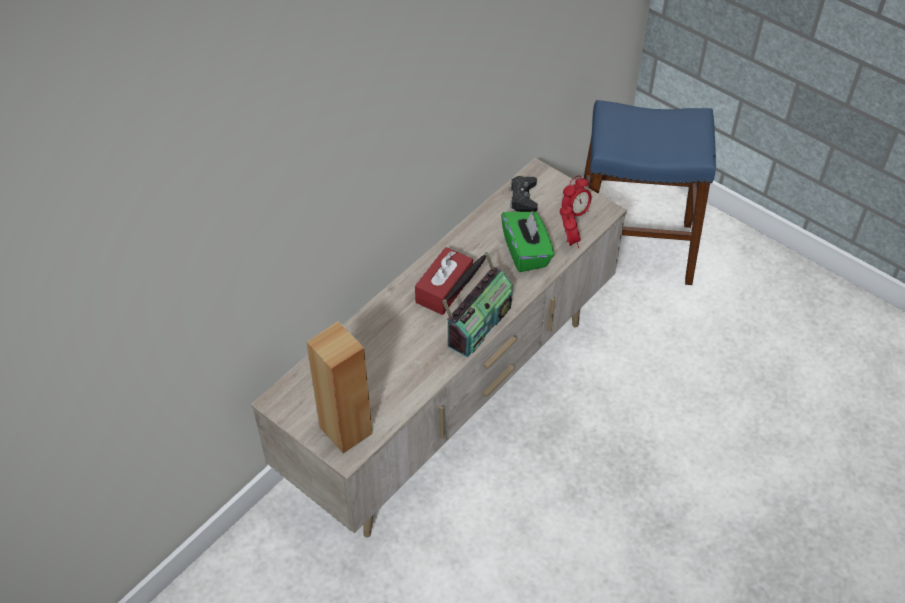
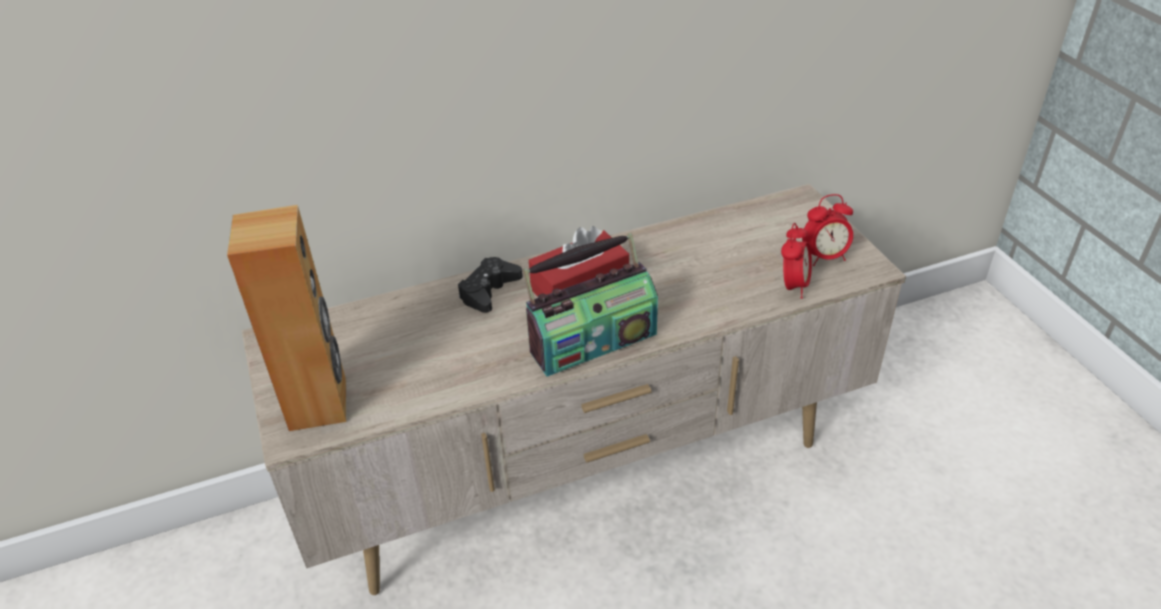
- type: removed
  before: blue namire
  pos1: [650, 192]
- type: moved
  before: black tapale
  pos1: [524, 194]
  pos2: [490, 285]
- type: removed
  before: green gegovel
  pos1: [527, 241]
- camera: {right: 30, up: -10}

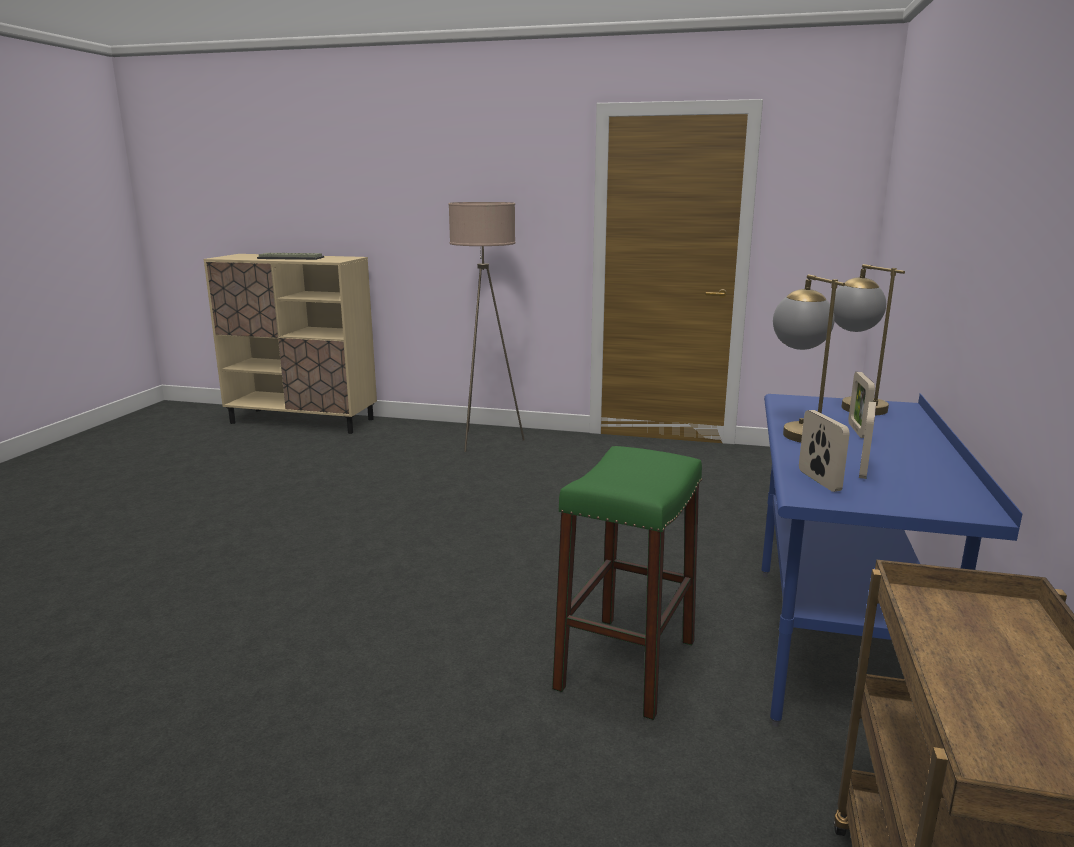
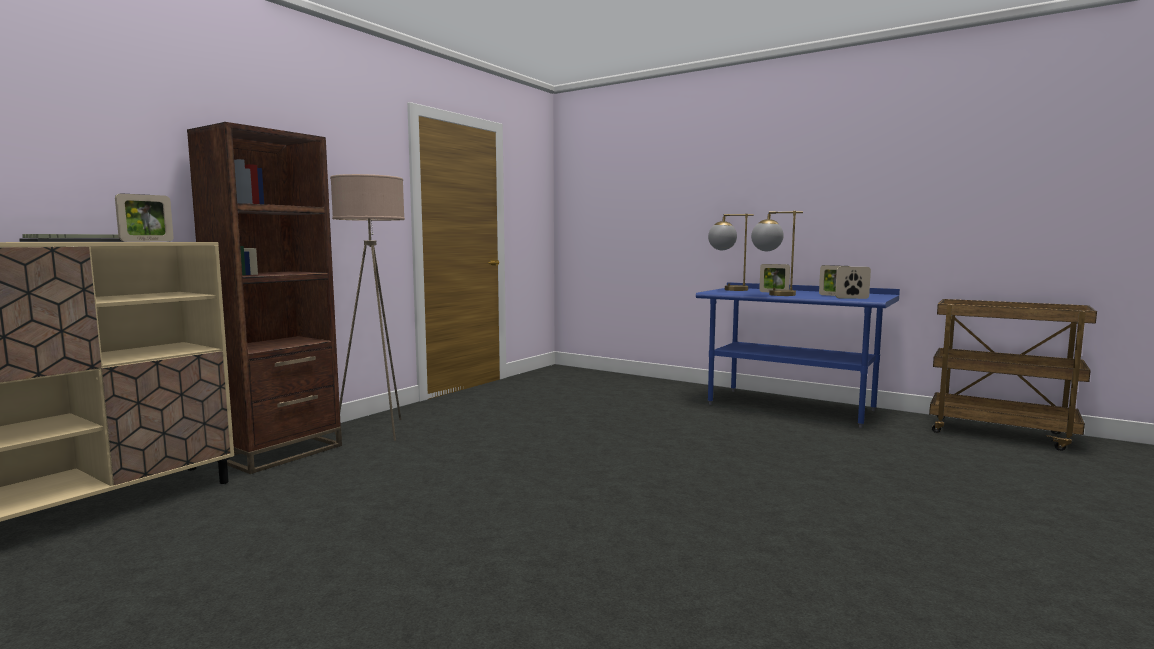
- type: removed
  before: green namire
  pos1: [627, 583]
- type: added
  after: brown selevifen
  pos2: [264, 298]
- type: added
  after: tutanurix
  pos2: [144, 217]
- camera: {right: -70, up: -10}

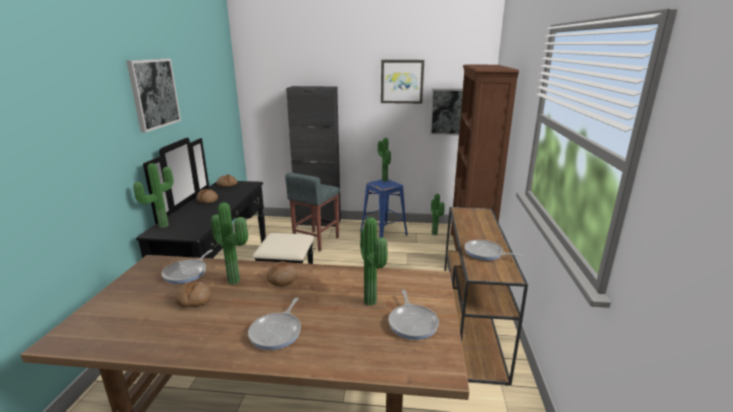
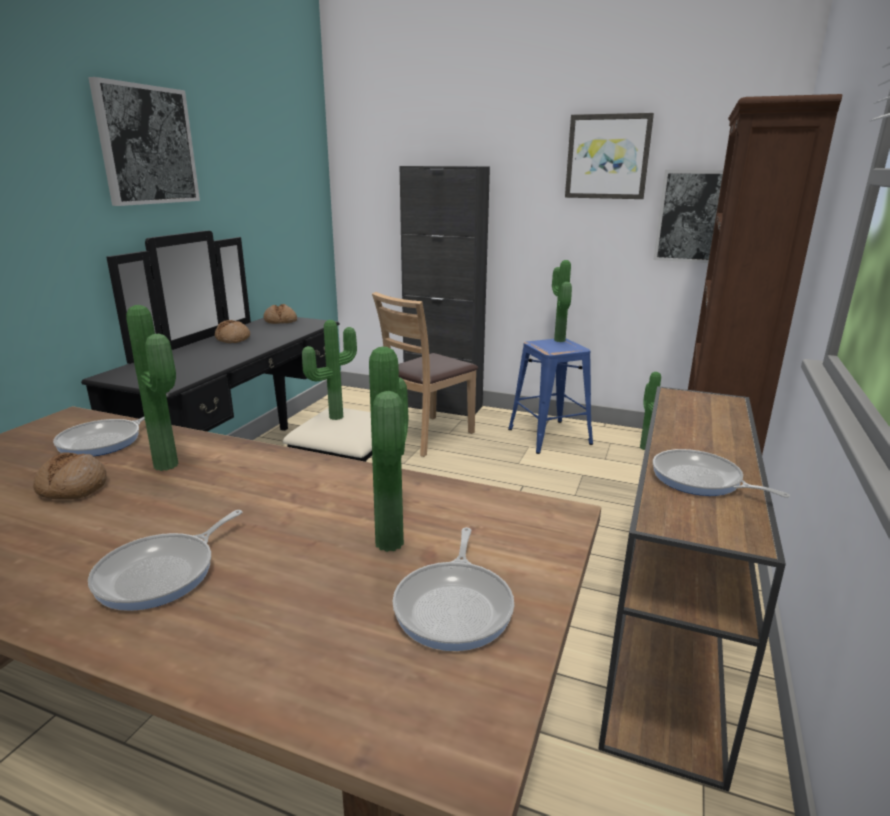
- type: moved
  before: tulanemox
  pos1: [153, 195]
  pos2: [329, 370]
- type: replaced
  before: grey namire
  after: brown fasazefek
  pos1: [312, 212]
  pos2: [425, 374]
- type: removed
  before: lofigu
  pos1: [282, 274]
- camera: {right: 15, up: 0}

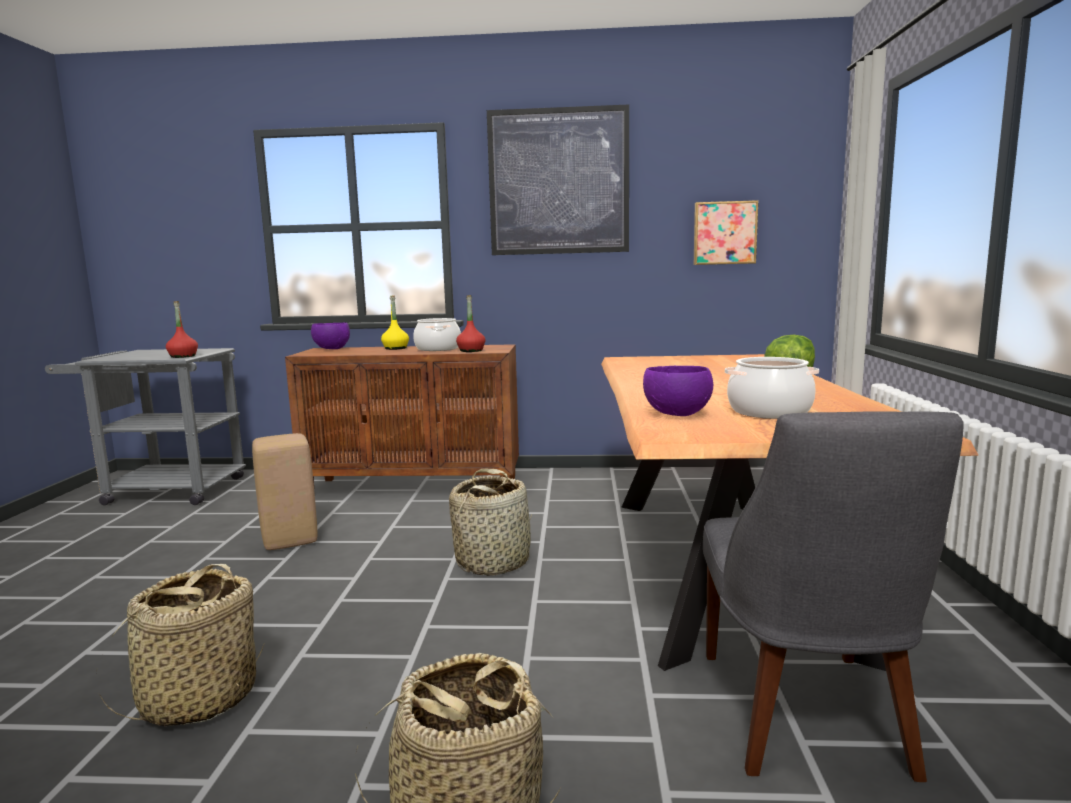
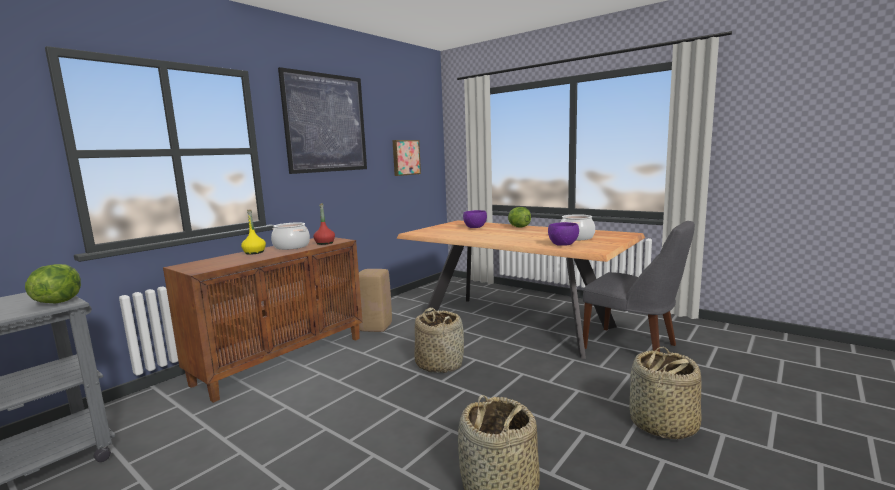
- type: replaced
  before: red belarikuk
  after: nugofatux
  pos1: [182, 329]
  pos2: [53, 283]
- type: moved
  before: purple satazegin
  pos1: [330, 336]
  pos2: [475, 219]
- type: moved
  before: beige namire
  pos1: [284, 491]
  pos2: [375, 300]
- camera: {right: -55, up: 0}

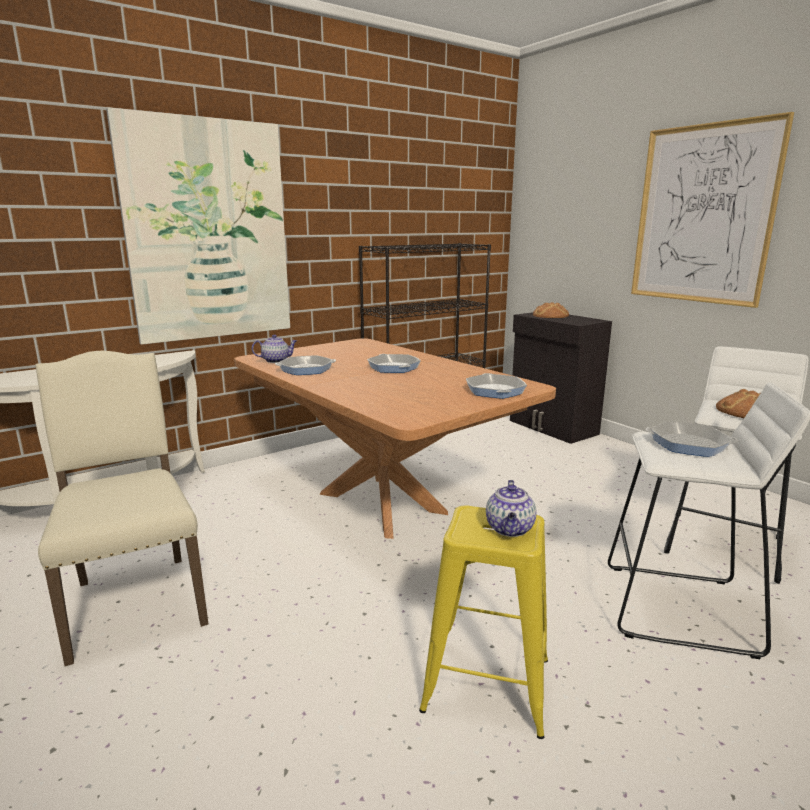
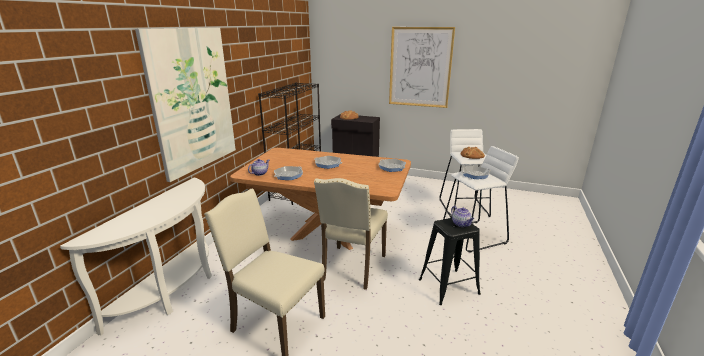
- type: recoloured
  before: yellow namire
  after: black namire
  pos1: [483, 622]
  pos2: [450, 261]
- type: added
  after: beige fasazefek
  pos2: [351, 234]
- camera: {right: -35, up: 5}

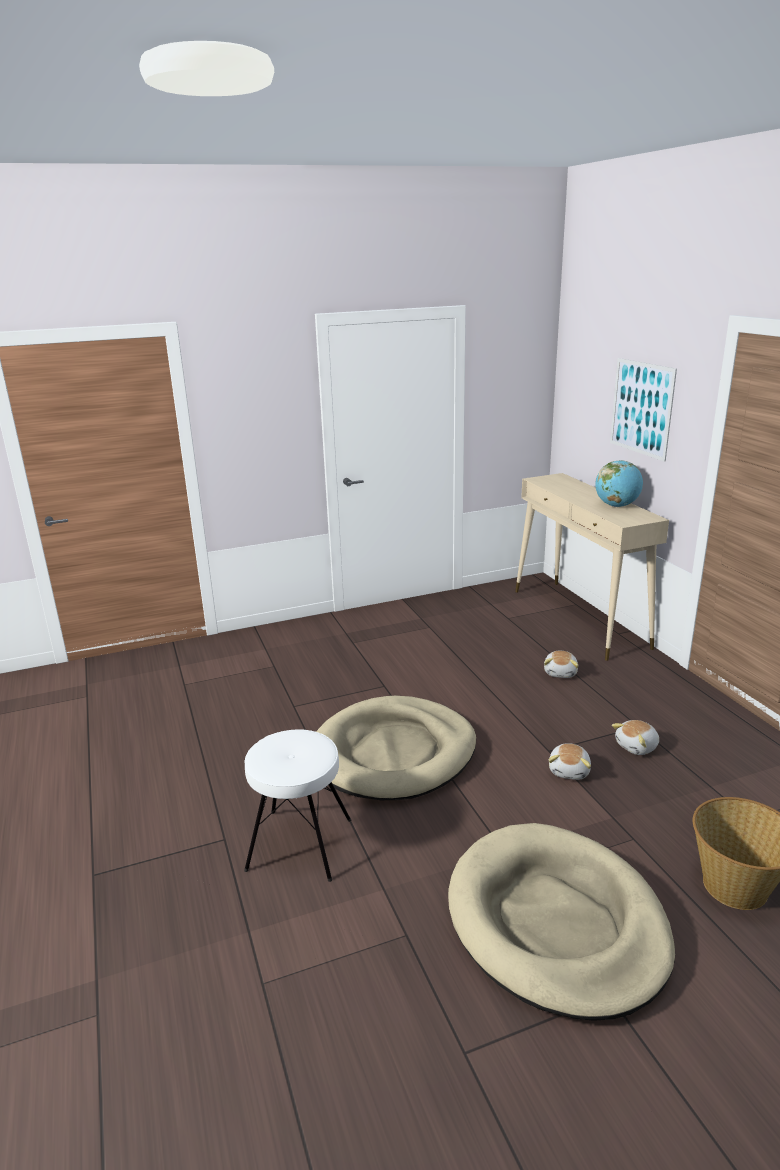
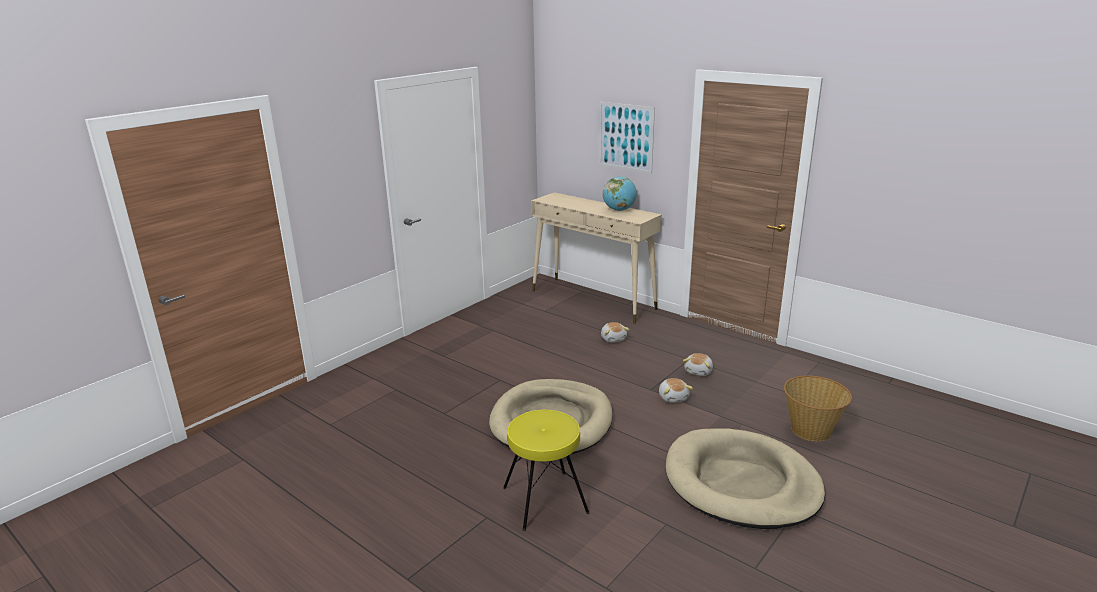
- type: recoloured
  before: white namire
  after: yellow namire
  pos1: [297, 805]
  pos2: [546, 470]
- camera: {right: -30, up: 0}

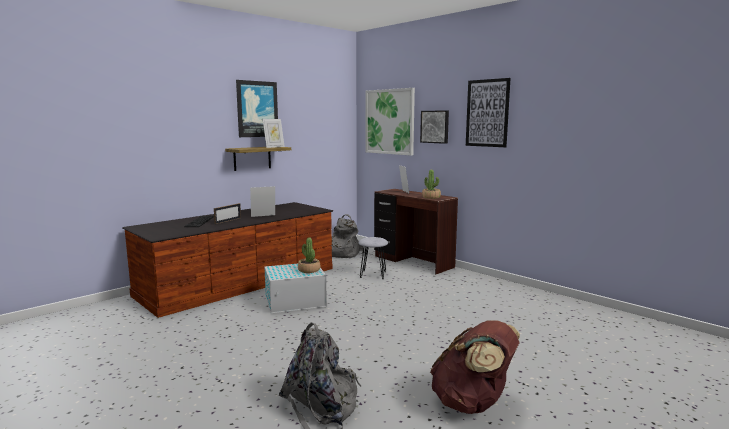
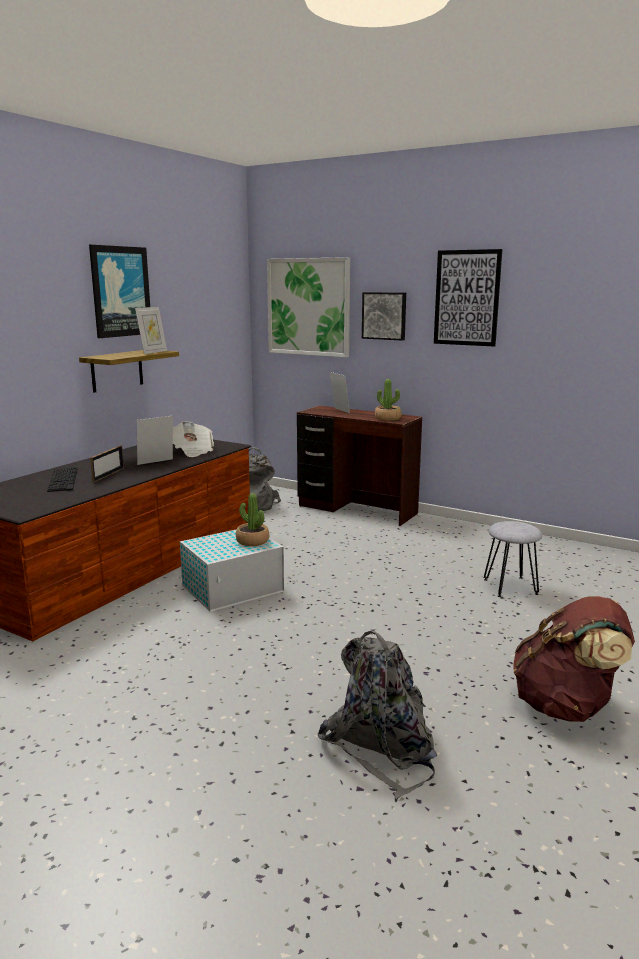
- type: moved
  before: grey namire
  pos1: [373, 258]
  pos2: [513, 559]
- type: added
  after: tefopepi
  pos2: [193, 439]
- camera: {right: -15, up: 5}

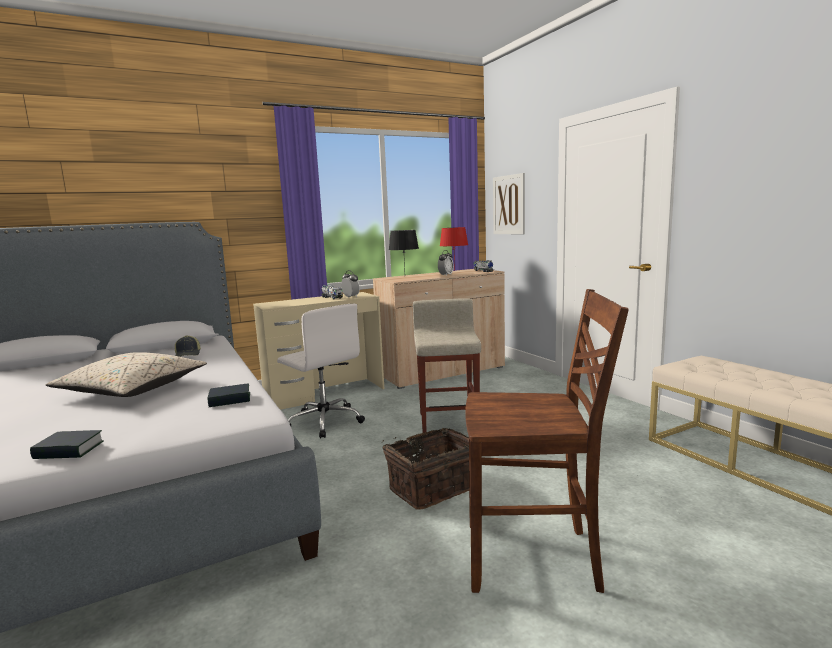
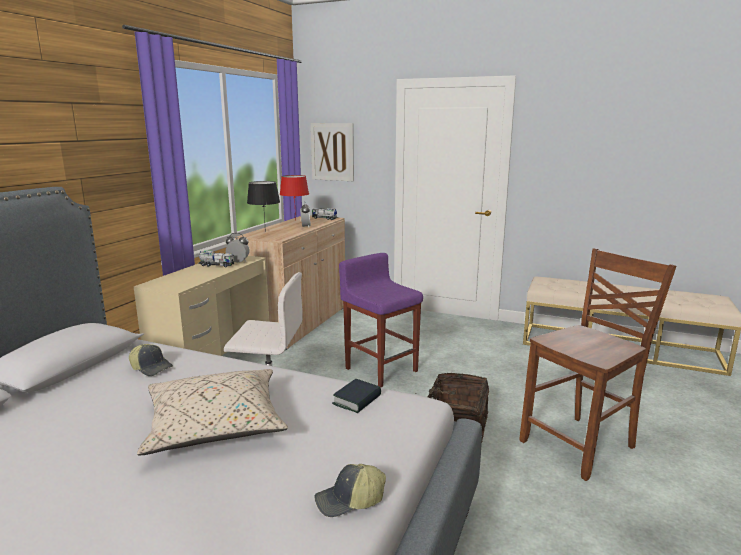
- type: recoloured
  before: beige namire
  after: purple namire
  pos1: [447, 365]
  pos2: [381, 320]
- type: replaced
  before: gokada
  after: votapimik
  pos1: [67, 444]
  pos2: [350, 490]
- camera: {right: -40, up: 5}

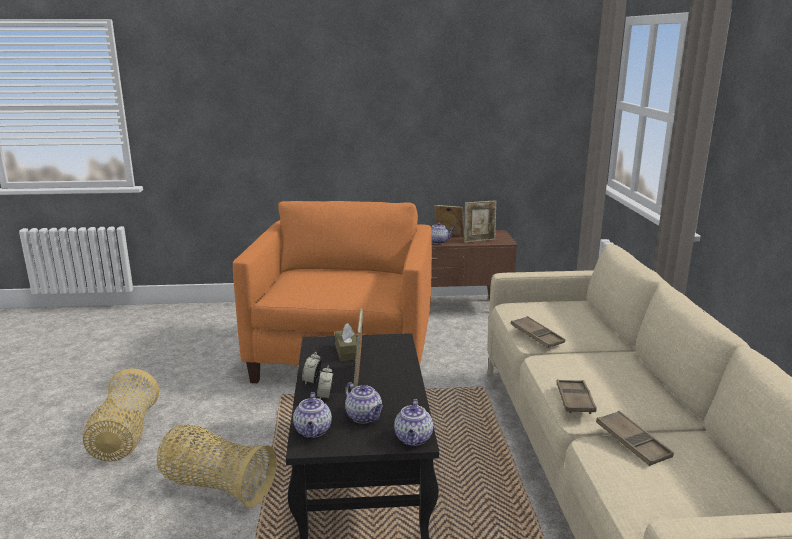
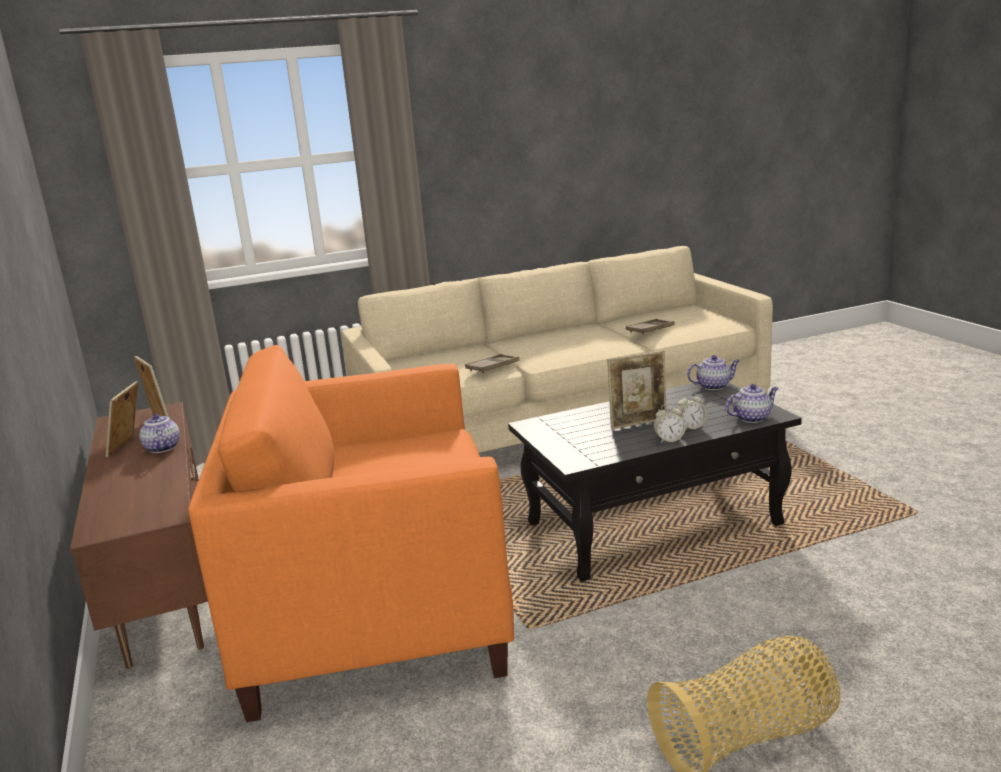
- type: removed
  before: brown gegovel
  pos1: [346, 342]
- type: removed
  before: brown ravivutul
  pos1: [576, 396]
- type: removed
  before: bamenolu
  pos1: [364, 402]
- type: removed
  before: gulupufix
  pos1: [217, 466]
- camera: {right: -105, up: 0}

